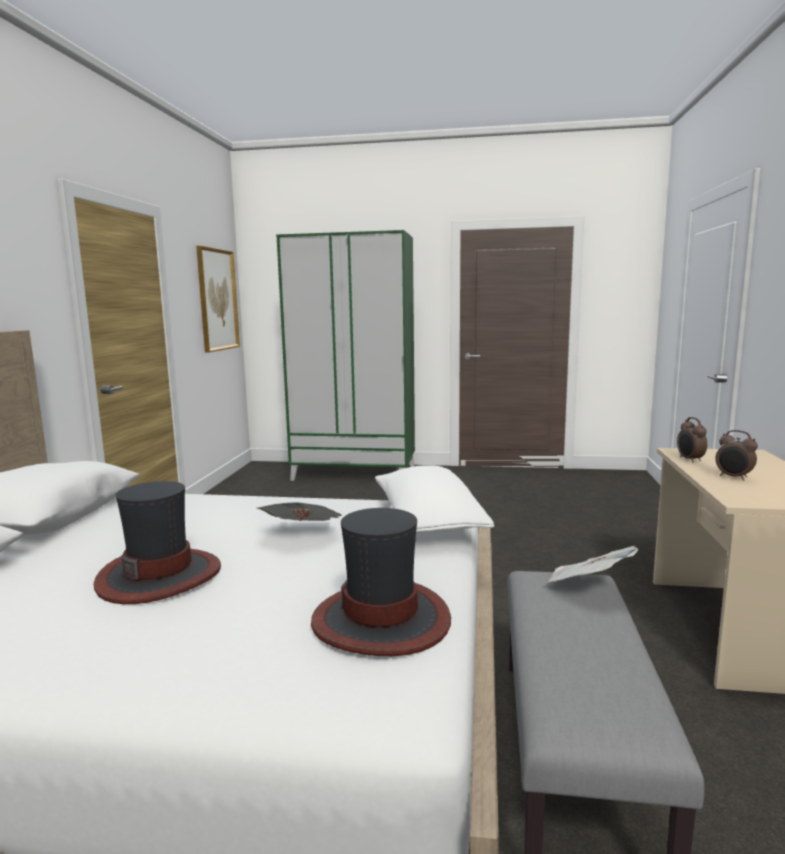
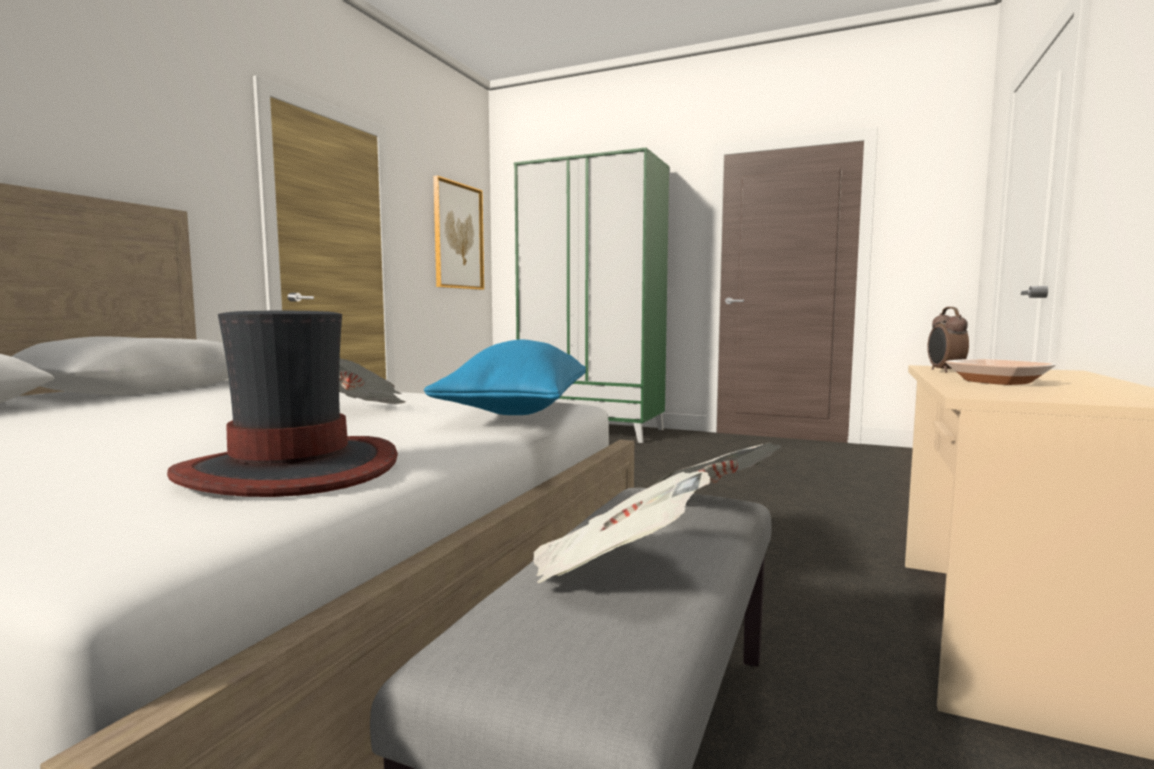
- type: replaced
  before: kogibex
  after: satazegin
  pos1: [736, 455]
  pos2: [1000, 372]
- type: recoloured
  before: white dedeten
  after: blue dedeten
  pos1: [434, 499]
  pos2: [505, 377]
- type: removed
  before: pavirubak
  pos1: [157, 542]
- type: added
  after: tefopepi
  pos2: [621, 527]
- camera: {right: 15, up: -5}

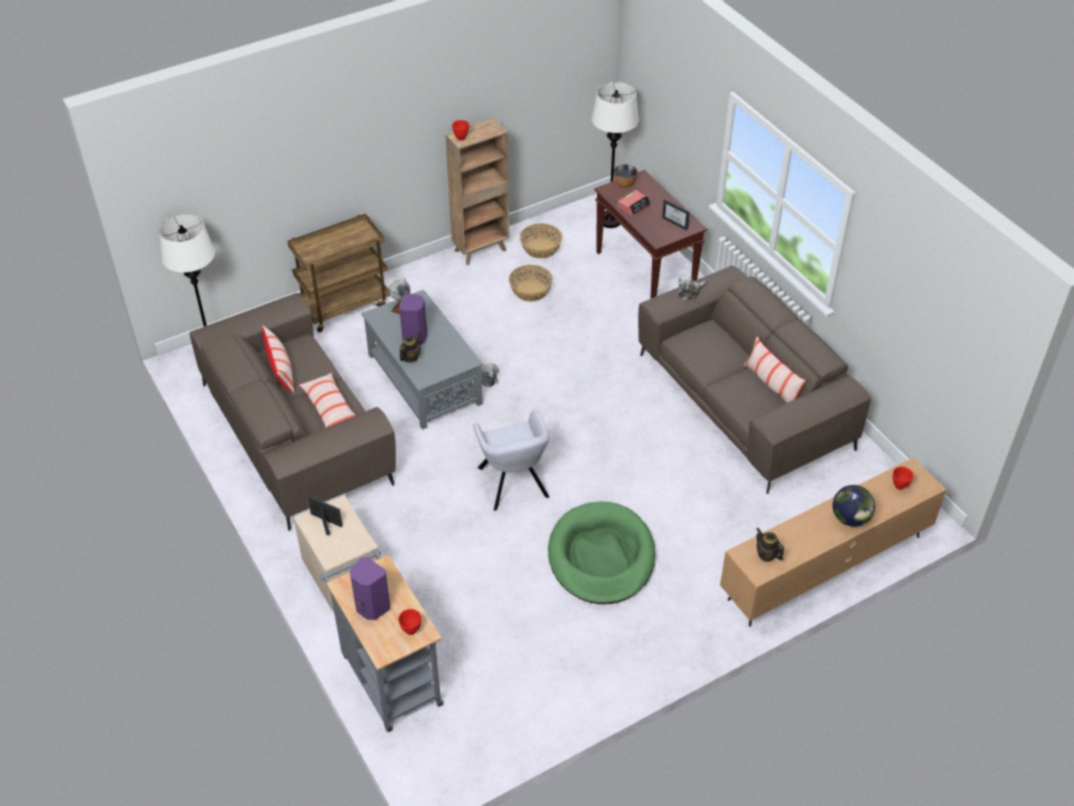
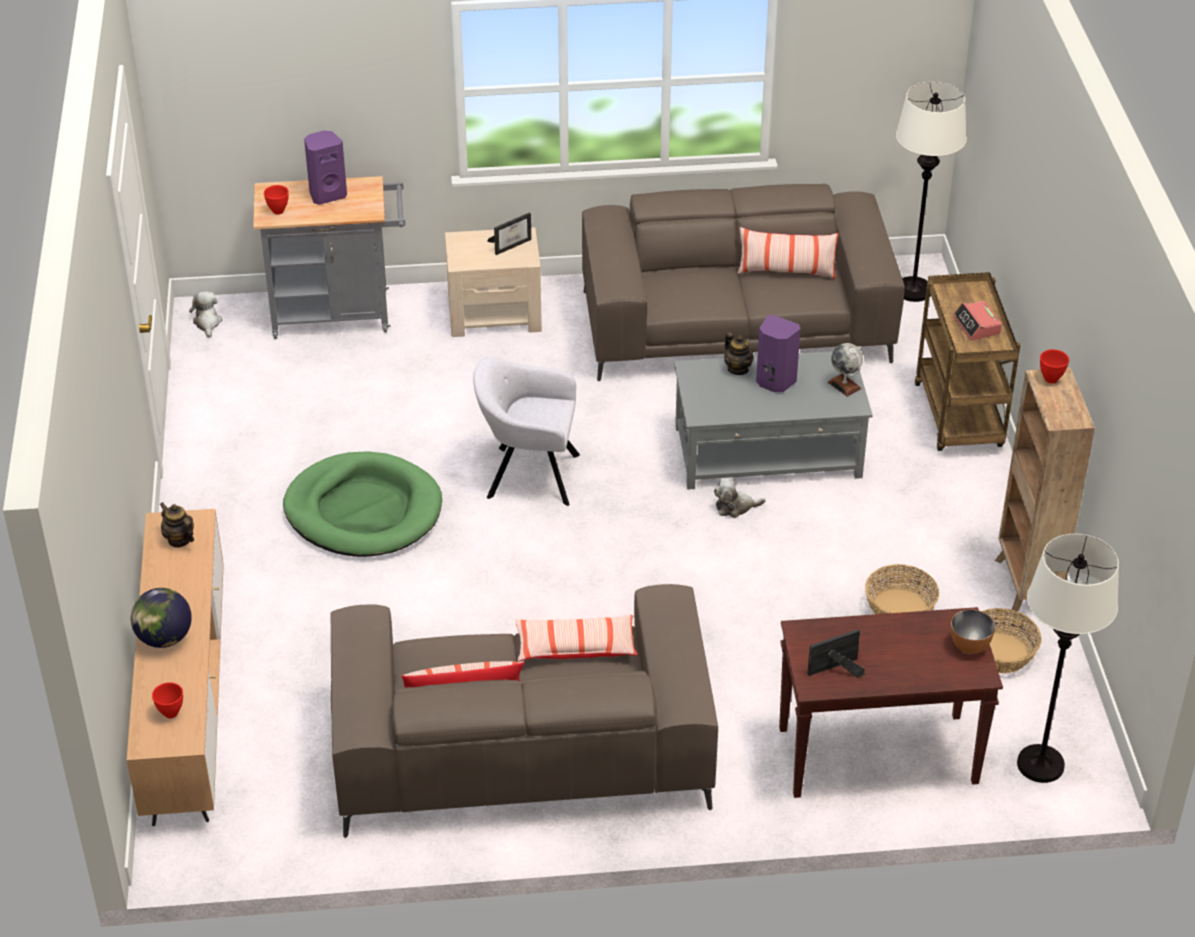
- type: moved
  before: kogibex
  pos1: [634, 203]
  pos2: [977, 320]
- type: moved
  before: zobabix
  pos1: [692, 288]
  pos2: [206, 314]
- type: moved
  before: dedeten
  pos1: [327, 400]
  pos2: [576, 638]
- type: turned
  before: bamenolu
  pos1: [770, 545]
  pos2: [177, 525]
  turn: -120
- camera: {right: 115, up: -5}

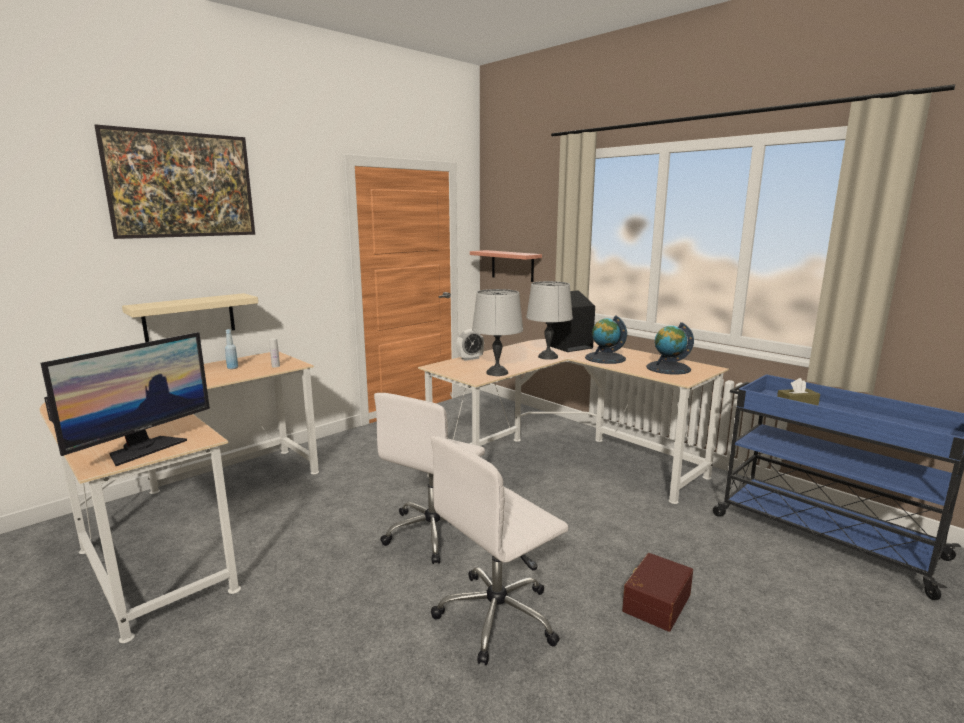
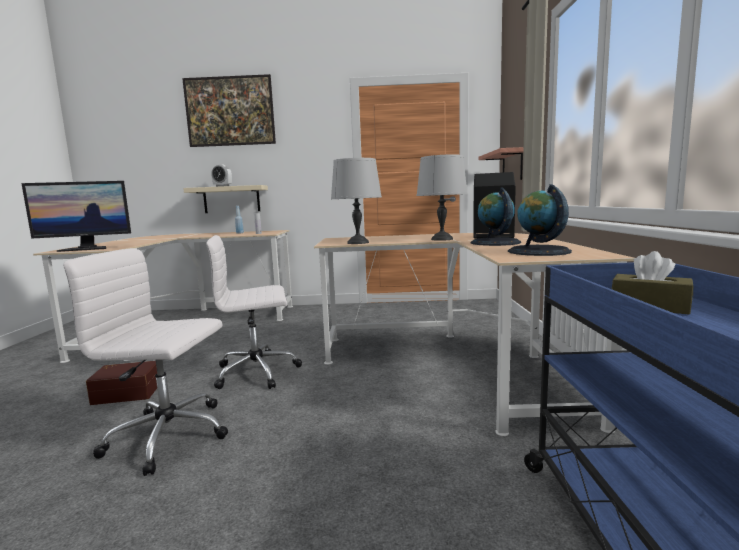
- type: moved
  before: kogibex
  pos1: [470, 345]
  pos2: [221, 175]
- type: moved
  before: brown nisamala
  pos1: [657, 592]
  pos2: [121, 383]
- camera: {right: 45, up: -5}

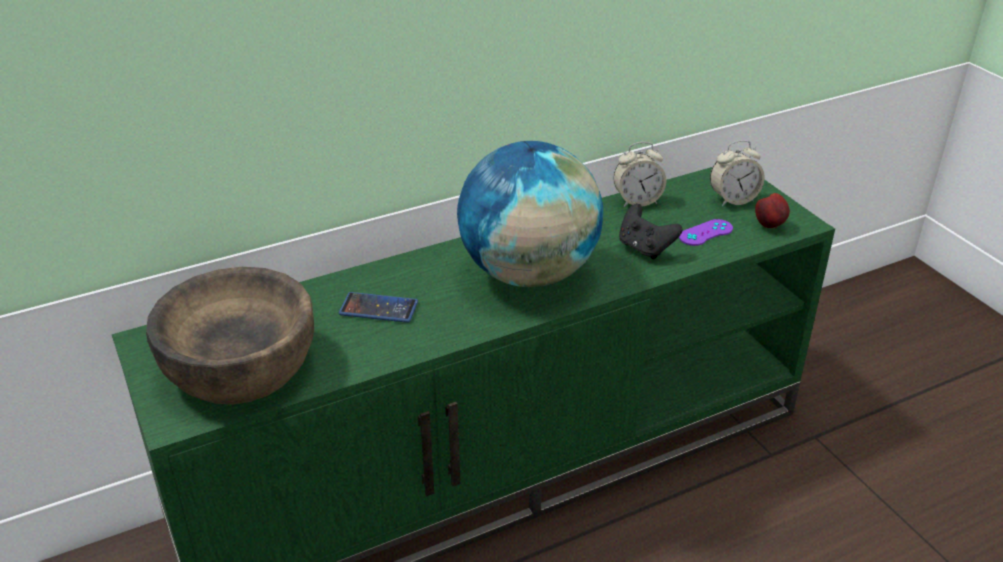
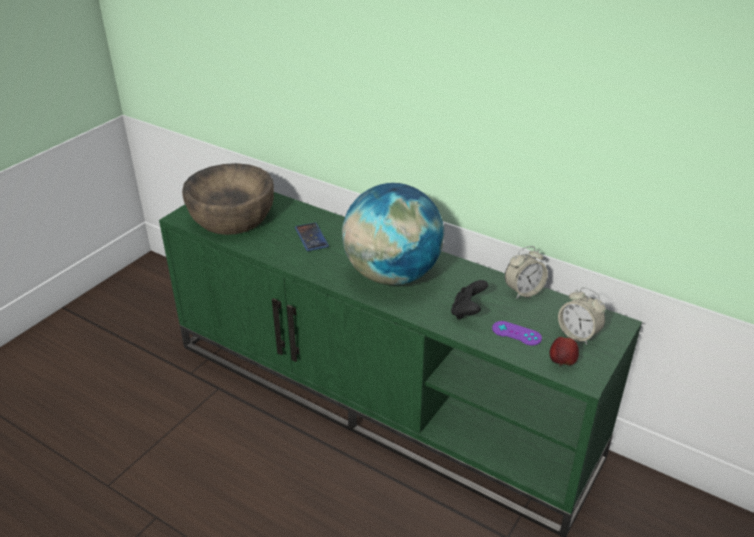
- type: turned
  before: kogibex
  pos1: [639, 174]
  pos2: [526, 272]
  turn: -75
- camera: {right: 60, up: 0}

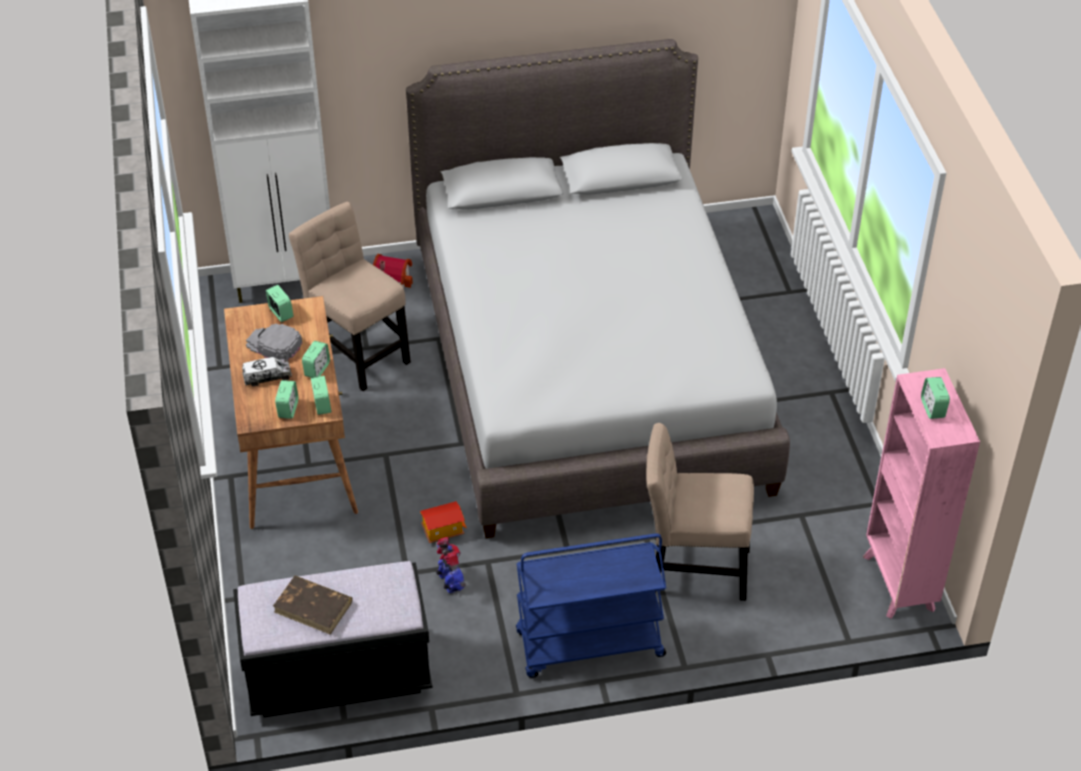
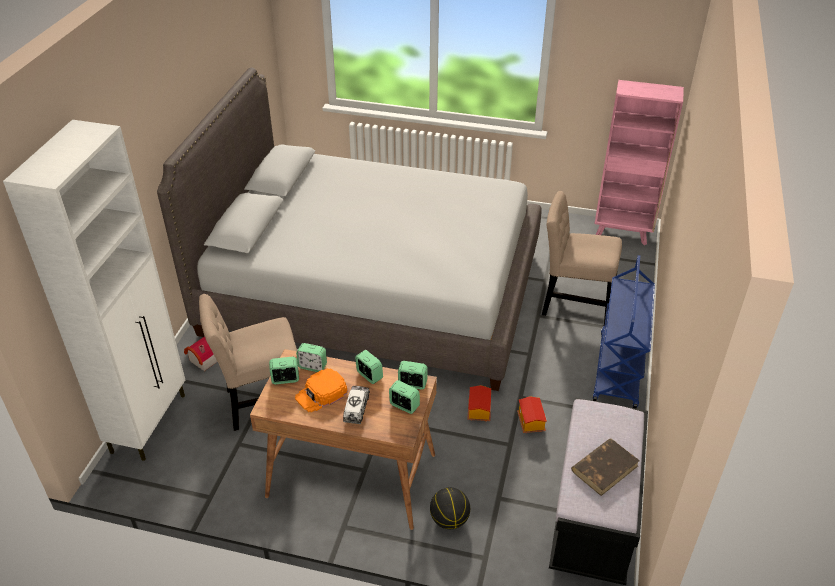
- type: recoloured
  before: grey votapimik
  after: orange votapimik
  pos1: [274, 341]
  pos2: [321, 390]
- type: moved
  before: kogibex
  pos1: [935, 398]
  pos2: [311, 357]
- type: turned
  before: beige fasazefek
  pos1: [700, 512]
  pos2: [582, 258]
  turn: 75
- type: replaced
  before: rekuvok
  after: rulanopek
  pos1: [451, 565]
  pos2: [532, 414]
- type: added
  after: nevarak
  pos2: [450, 508]
- camera: {right: -65, up: -5}

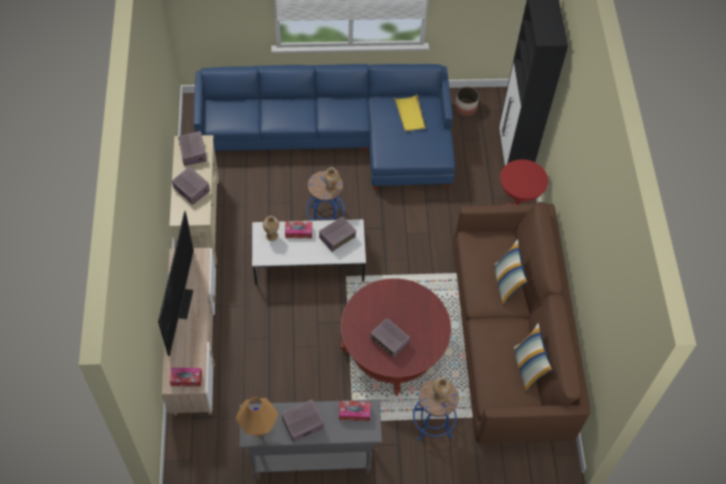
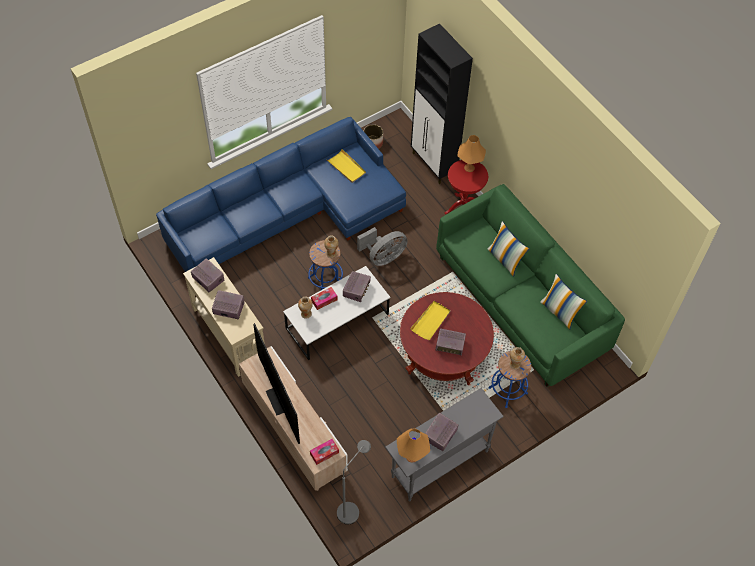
- type: recoloured
  before: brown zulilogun
  after: green zulilogun
  pos1: [521, 323]
  pos2: [530, 285]
- type: removed
  before: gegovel
  pos1: [355, 411]
- type: added
  after: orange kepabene
  pos2: [472, 153]
- type: added
  after: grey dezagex
  pos2: [382, 246]
- type: added
  after: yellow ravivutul
  pos2: [430, 320]
- type: added
  after: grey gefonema
  pos2: [354, 482]
- camera: {right: -30, up: 0}

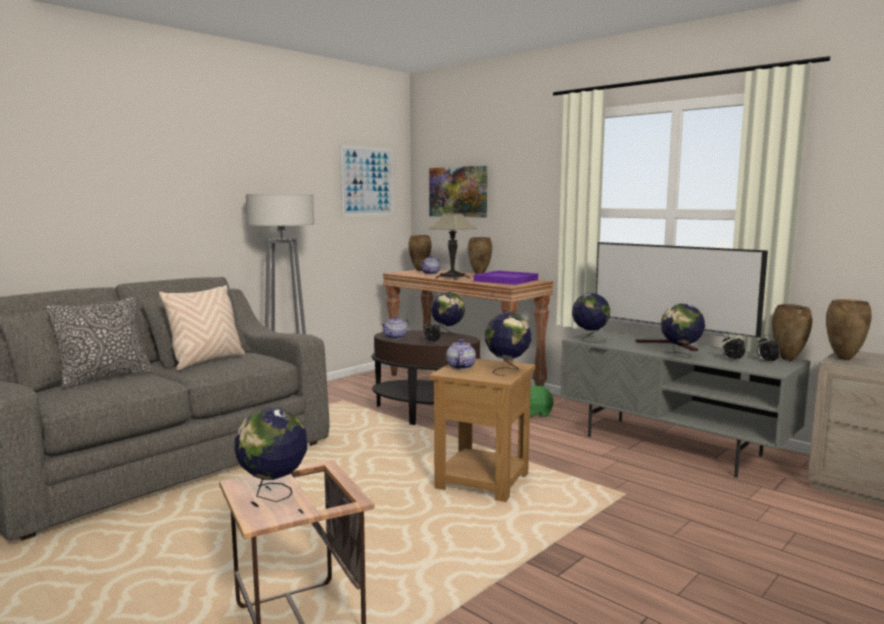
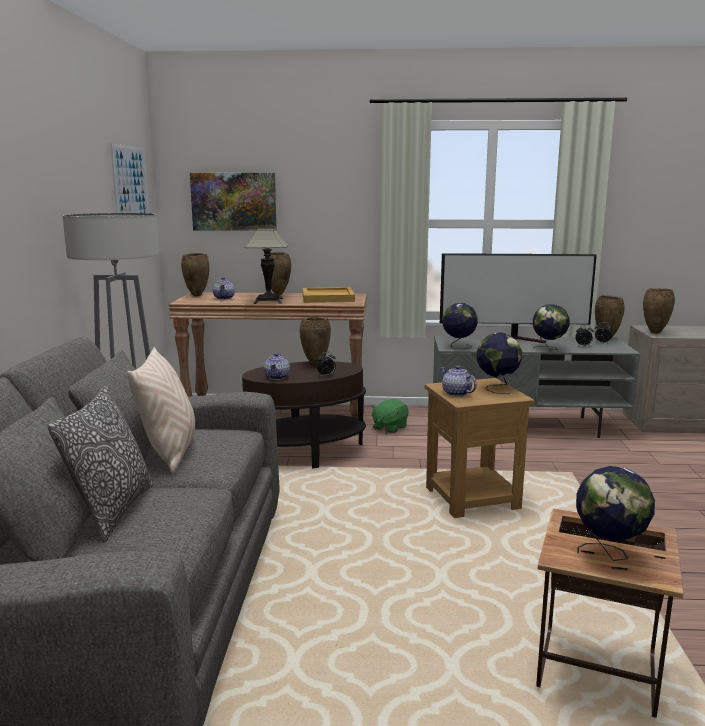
- type: recoloured
  before: purple ravivutul
  after: beige ravivutul
  pos1: [506, 278]
  pos2: [329, 295]
- type: replaced
  before: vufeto
  after: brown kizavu
  pos1: [448, 313]
  pos2: [315, 341]
- camera: {right: -40, up: 5}

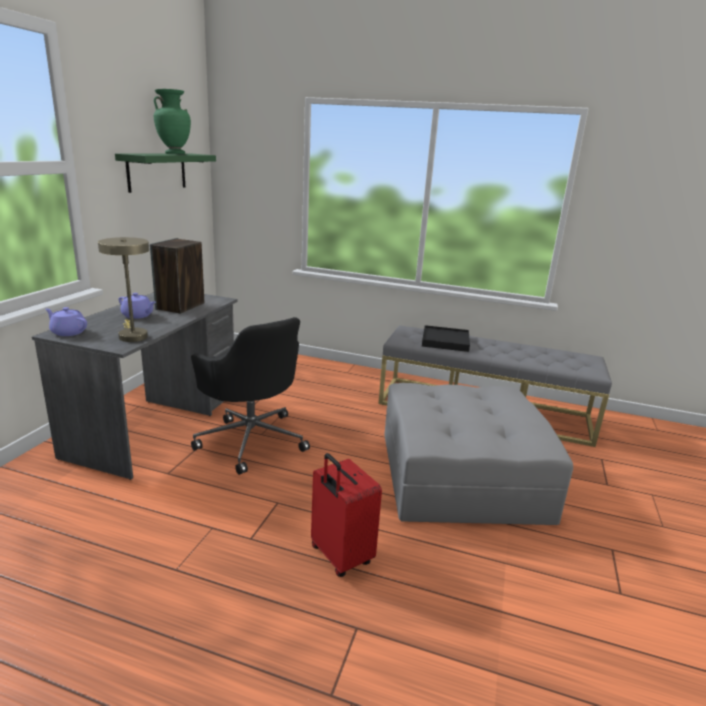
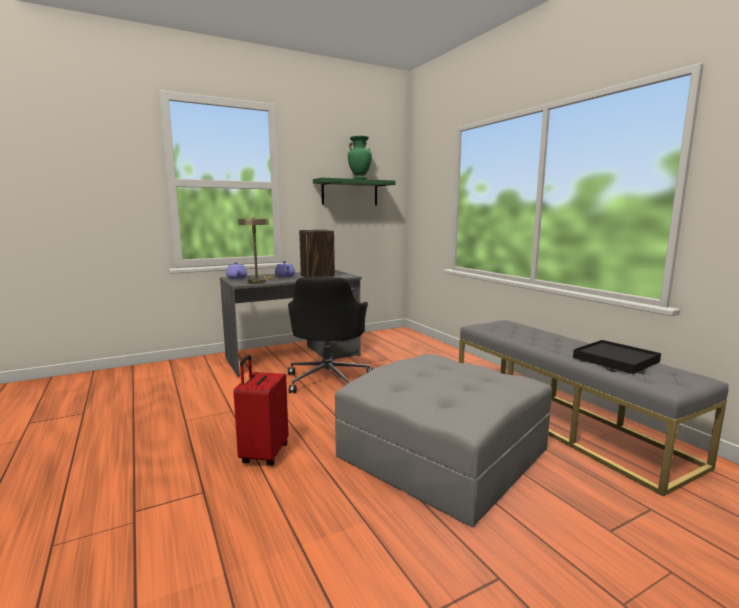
- type: moved
  before: black ravivutul
  pos1: [446, 338]
  pos2: [617, 357]
- camera: {right: 45, up: -10}

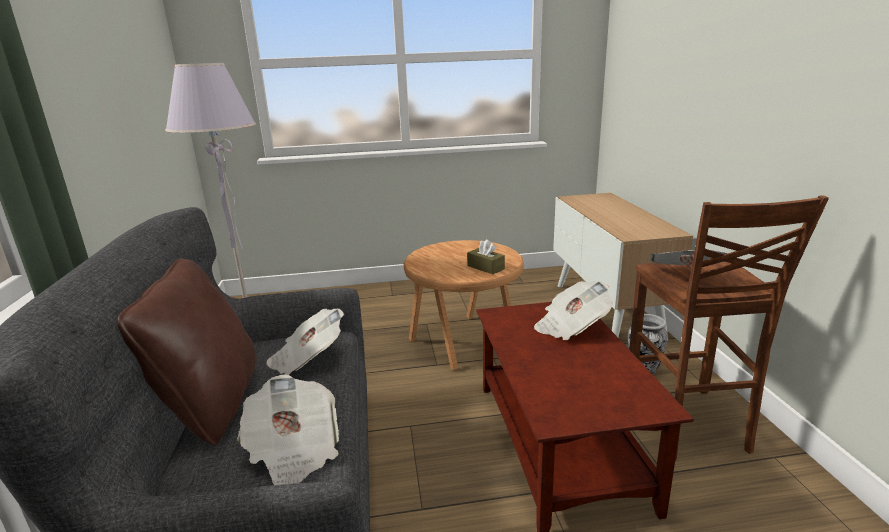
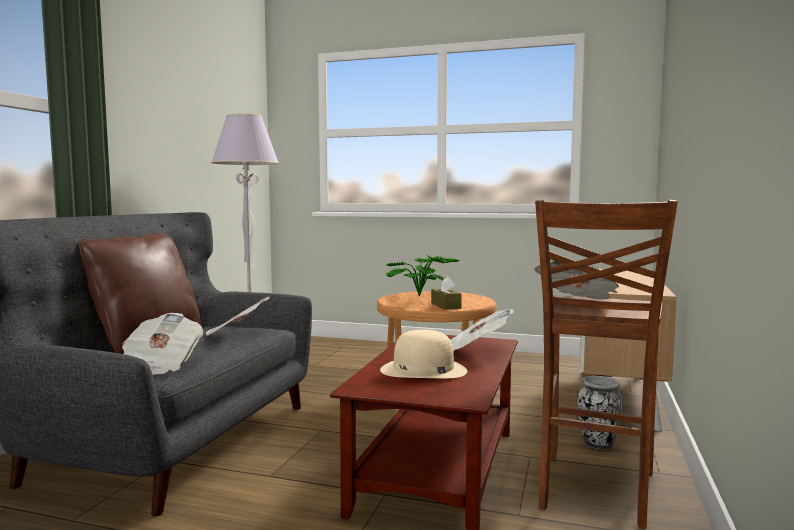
- type: added
  after: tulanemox
  pos2: [422, 276]
- type: added
  after: beige pavirubak
  pos2: [423, 354]
- camera: {right: 25, up: -15}

